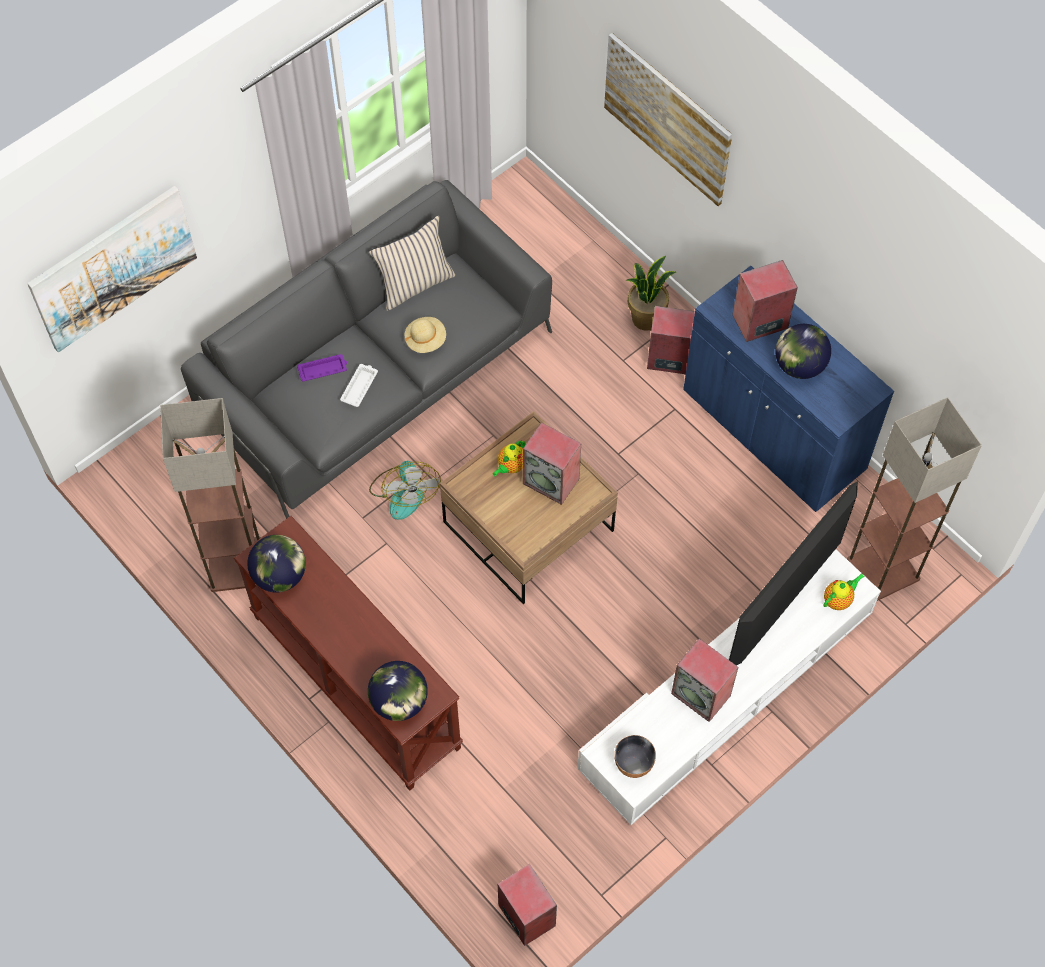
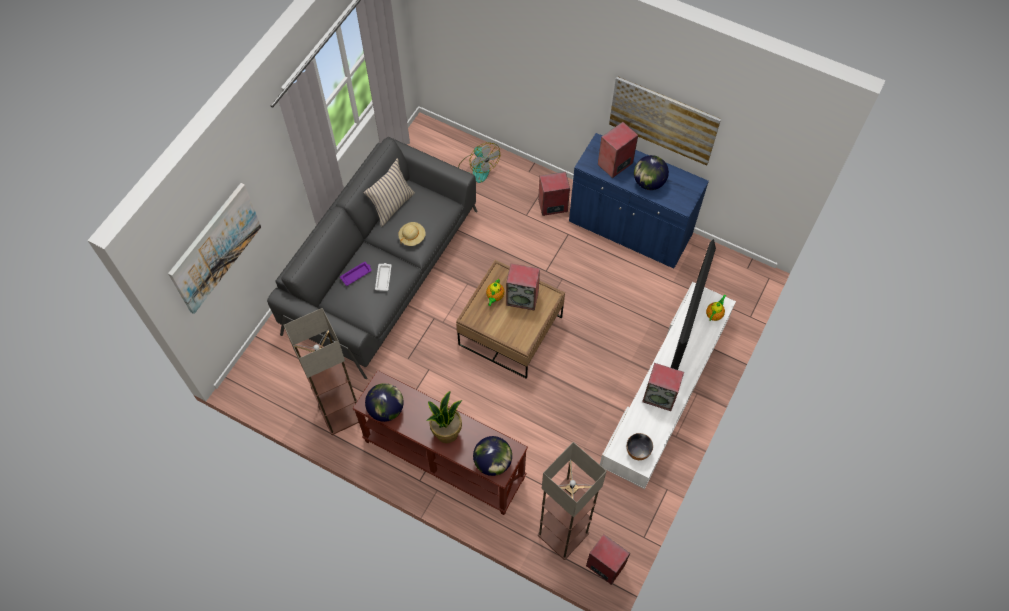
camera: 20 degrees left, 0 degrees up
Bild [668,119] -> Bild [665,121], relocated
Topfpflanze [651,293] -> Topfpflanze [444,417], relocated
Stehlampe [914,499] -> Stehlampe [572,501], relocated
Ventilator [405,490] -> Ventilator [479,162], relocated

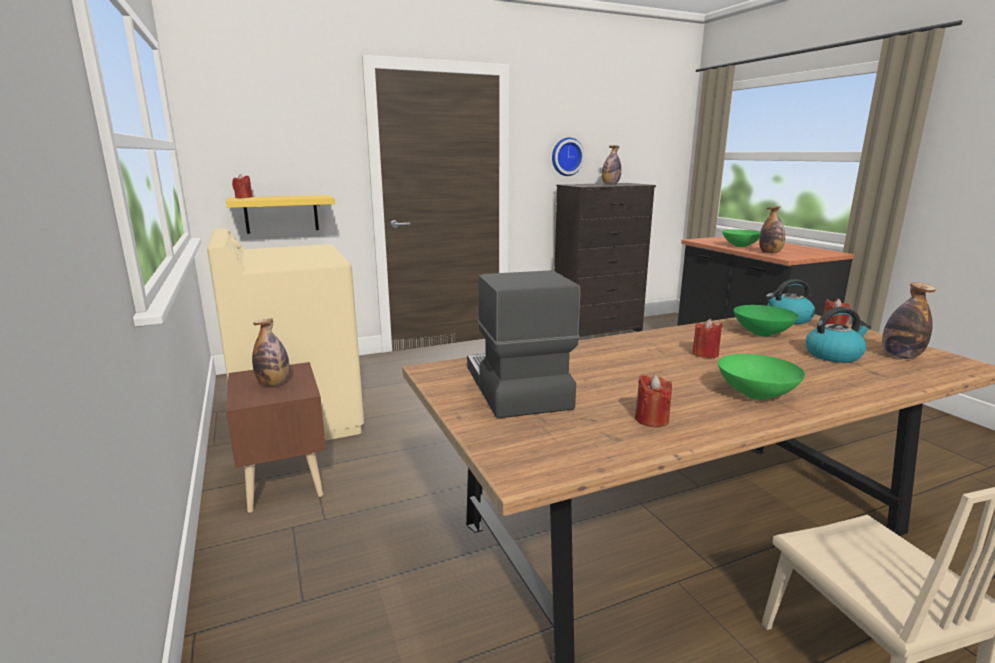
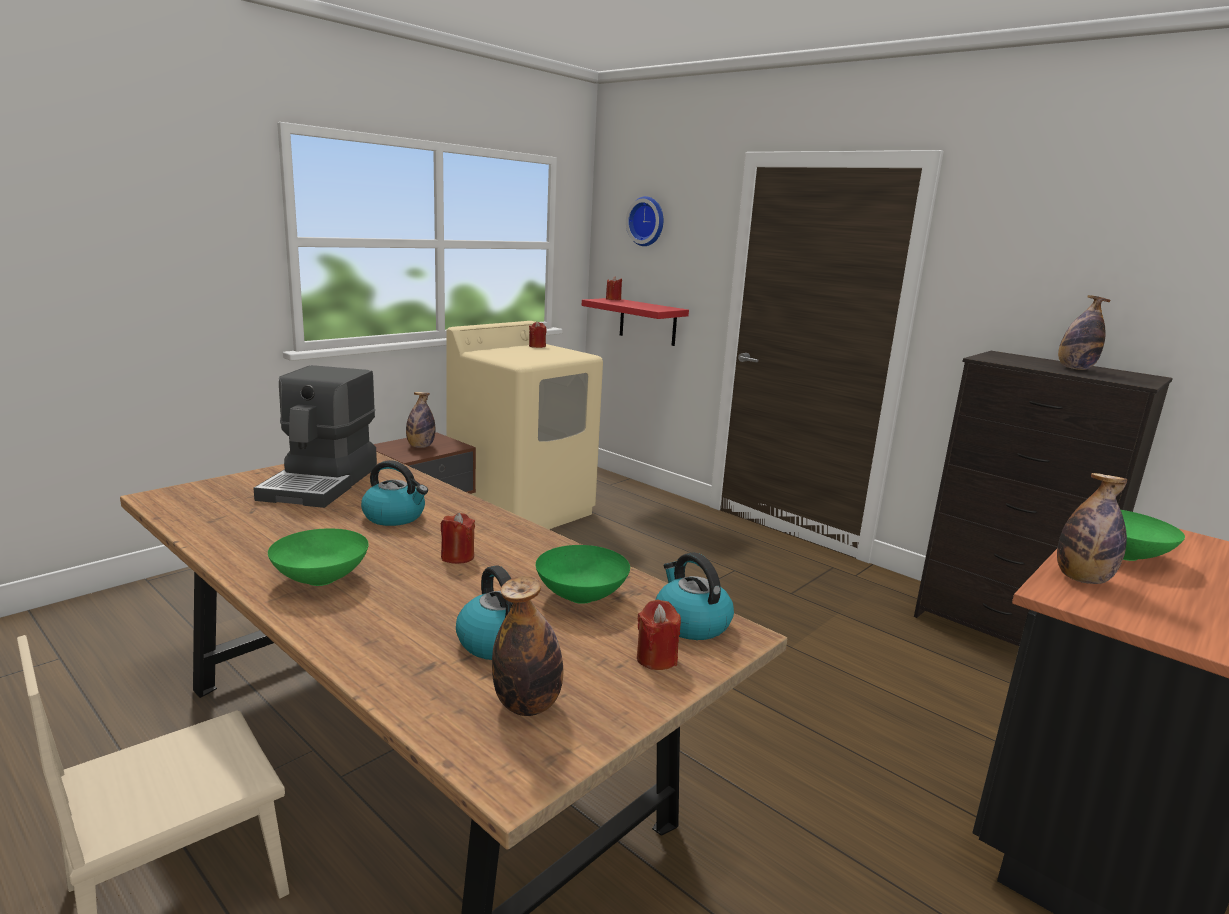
camera: 65 degrees right, 0 degrees up
Wanduhr [568,156] -> Wanduhr [644,221], relocated
Wandregal [gelb] [280,214] -> Wandregal [rot] [635,322]
Kaffeemaschine [523,344] -> Kaffeemaschine [315,436], 135 degrees clockwise
Kerze [rot] [653,401] -> Kerze [rot] [538,334], relocated
none -> Wasserkessel [394,493]

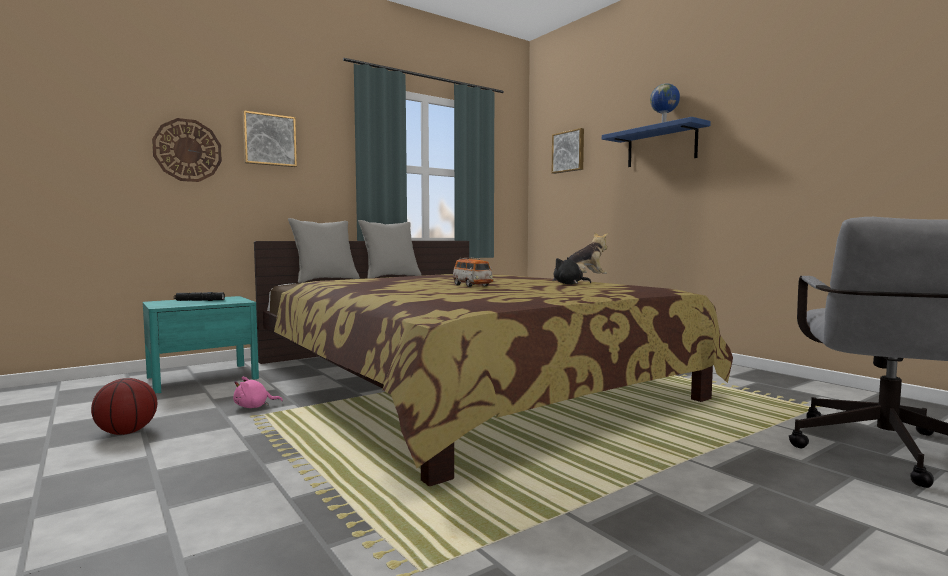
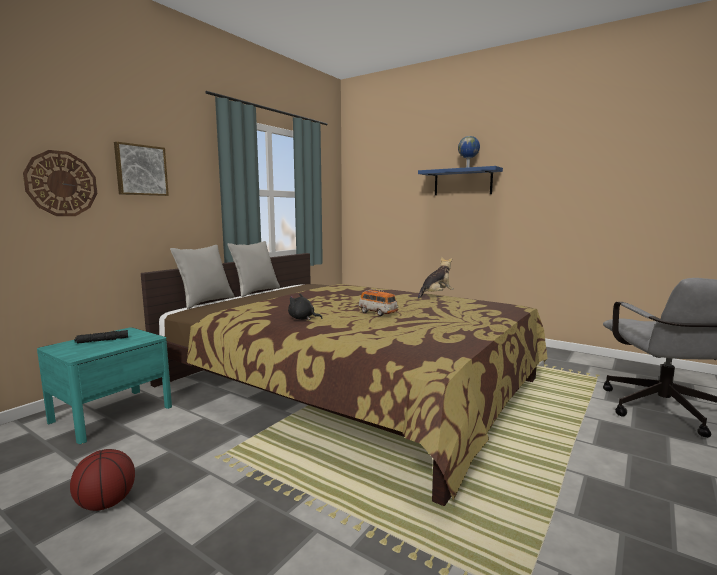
camera: 20 degrees left, 5 degrees up
Bild [568,151] -> none
Plüschtier [schwarz] [572,270] -> Plüschtier [schwarz] [305,307], relocated
Plüschtier [rosa] [258,392] -> none

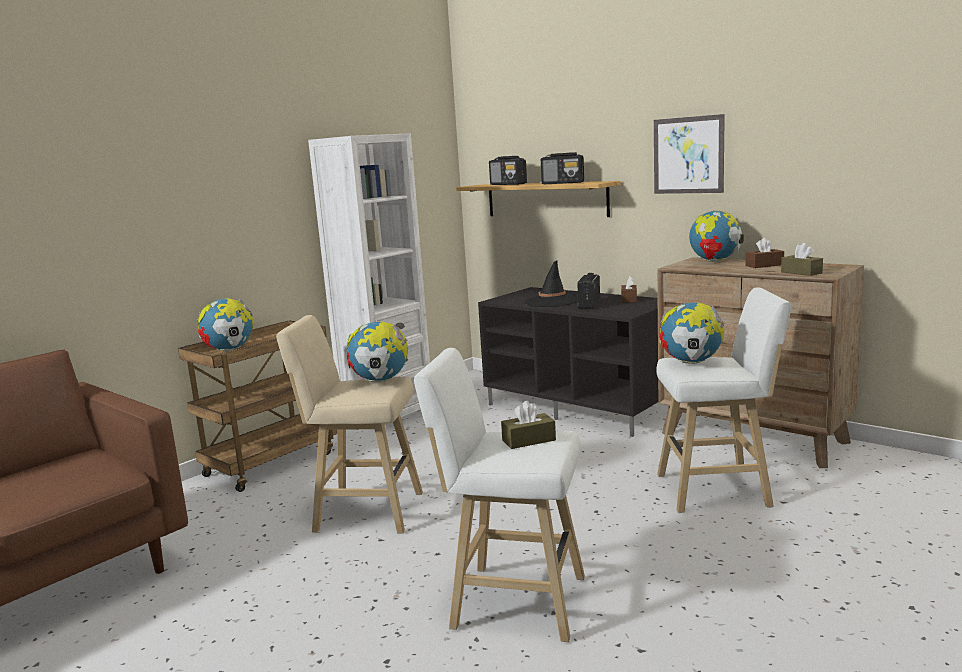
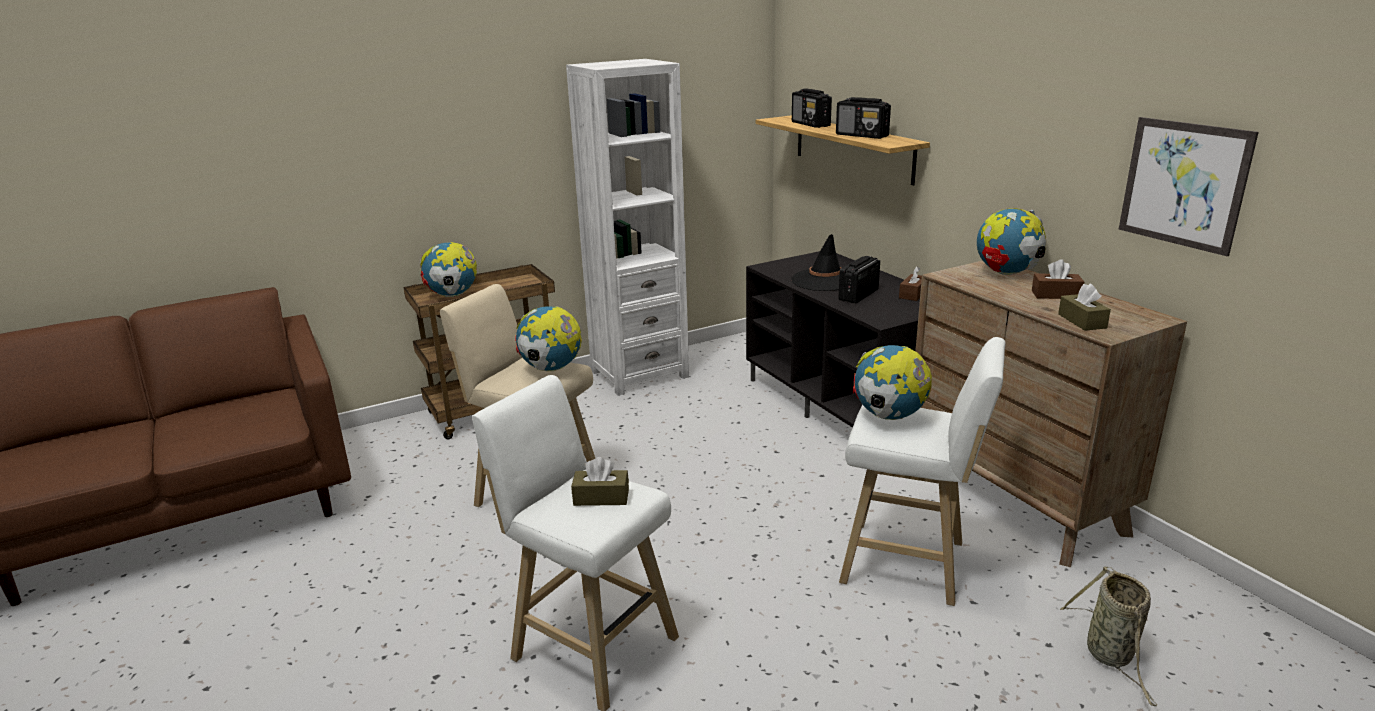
camera: 20 degrees right, 10 degrees up
Bild [689,154] -> Bild [1189,186], relocated
none -> Korb [1108,636]

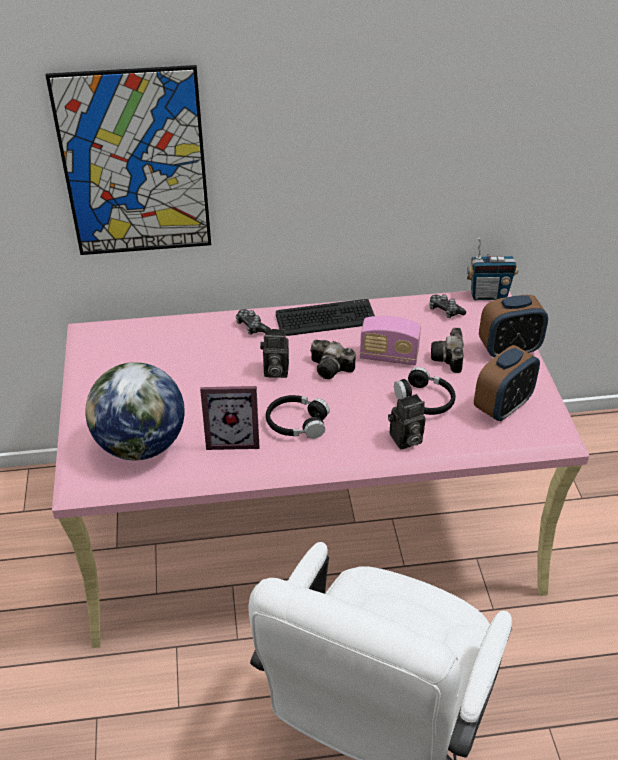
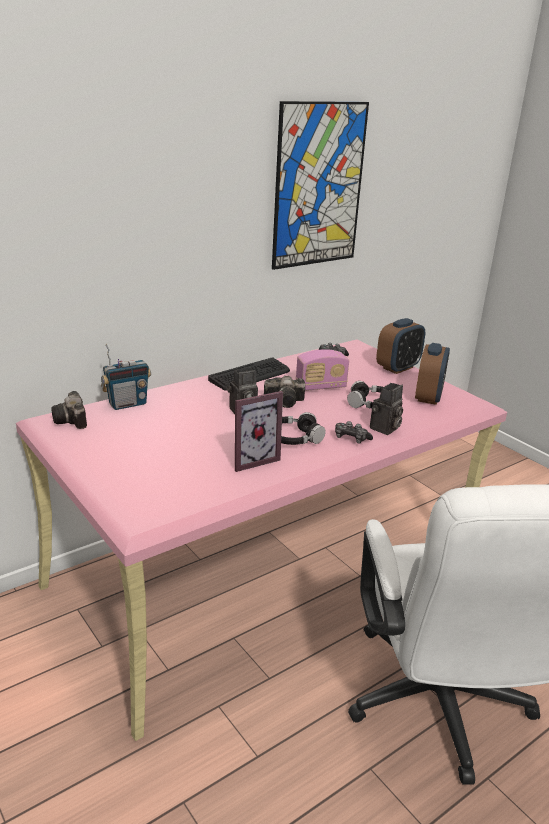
camera: 30 degrees left, 15 degrees down
Bild [128,160] -> Bild [320,185], relocated
Radio [493,269] -> Radio [126,377], relocated
Gamepad [253,322] -> Gamepad [354,432], relocated
Kamera [447,350] -> Kamera [69,410], relocated
Globus [135,411] -> none

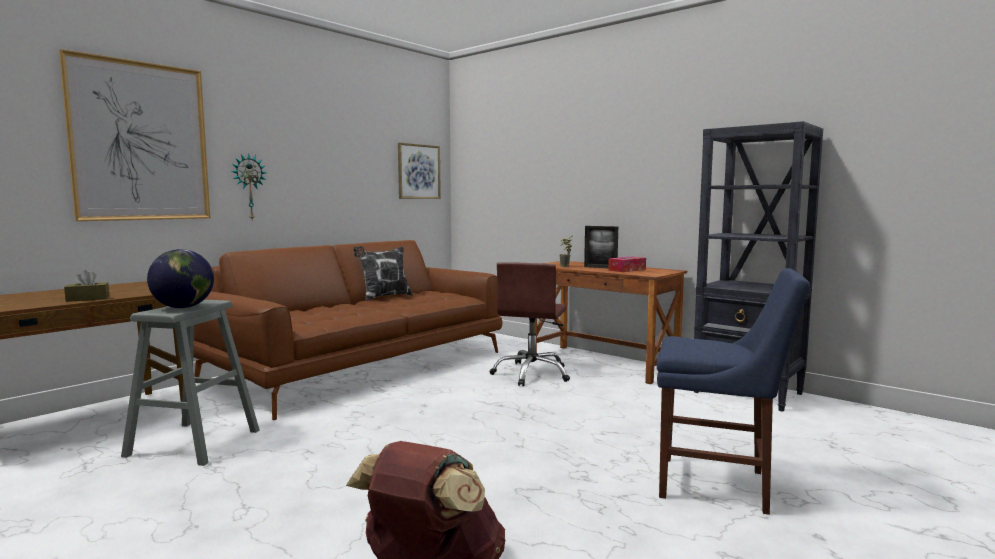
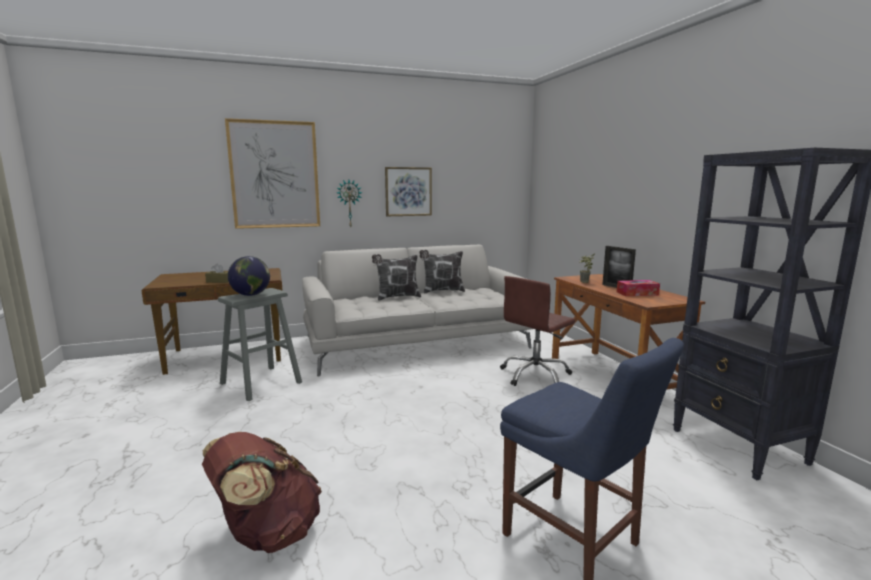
camera: 30 degrees right, 5 degrees up
Bild [419,171] -> Bild [408,191], relocated
Sofa [braun] [347,330] -> Sofa [weiß] [417,310]
none -> Kissen [396,277]

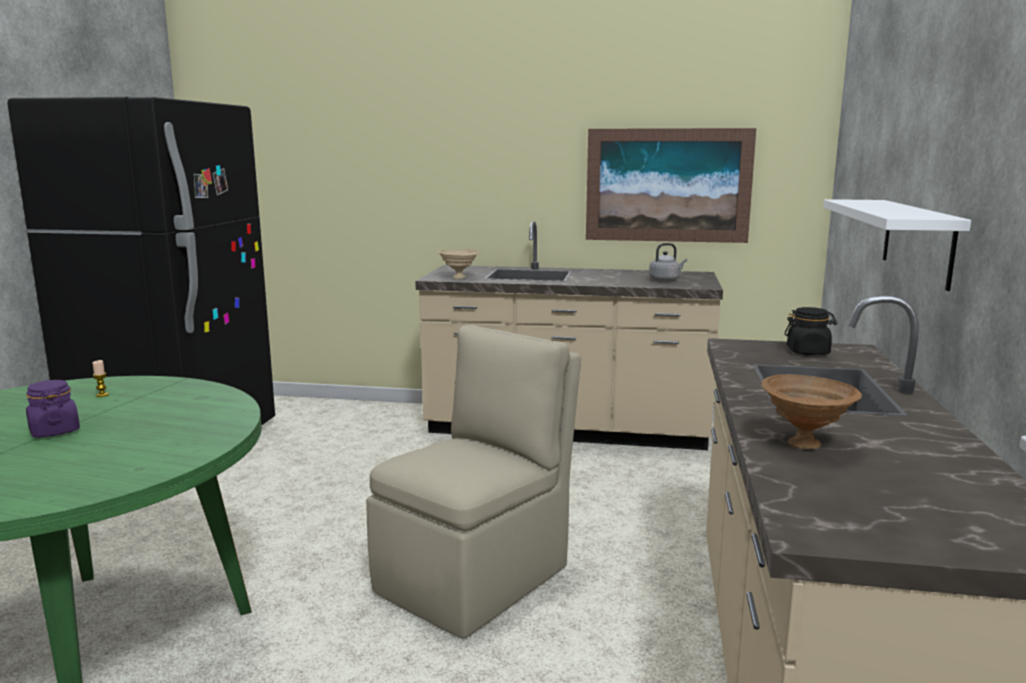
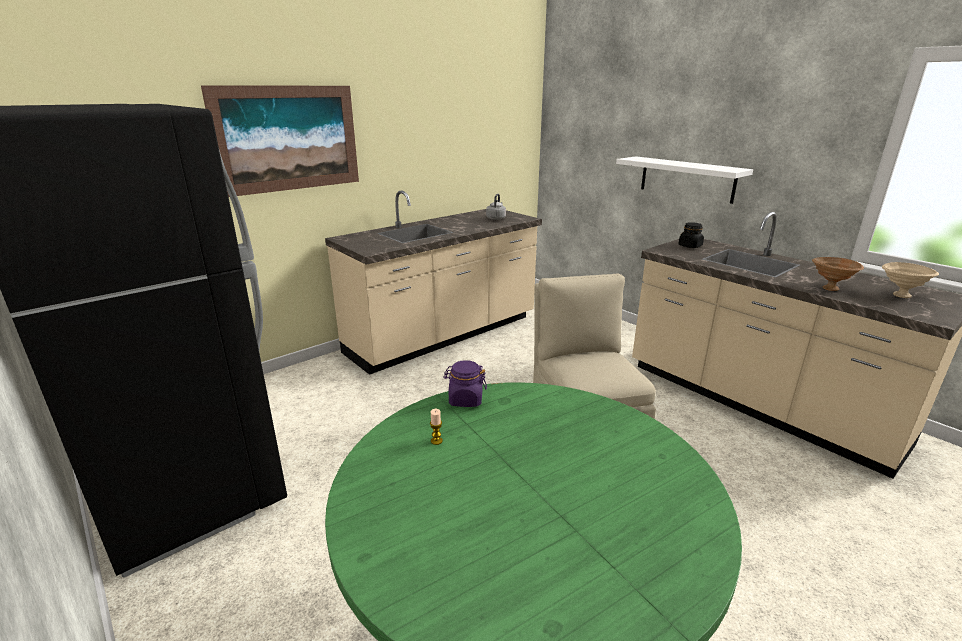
camera: 50 degrees left, 10 degrees up
Bild [671,185] -> Bild [280,141], relocated
Schüssel [beige] [459,264] -> Schüssel [beige] [910,280], relocated
Vorratsglas [lila] [53,409] -> Vorratsglas [lila] [465,383], relocated

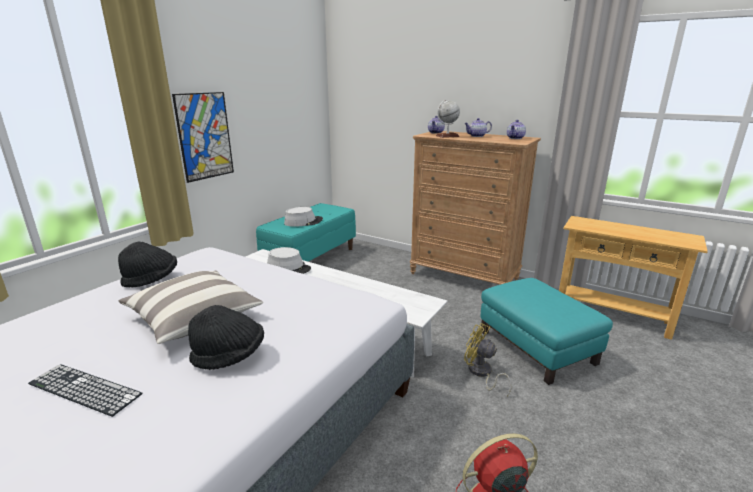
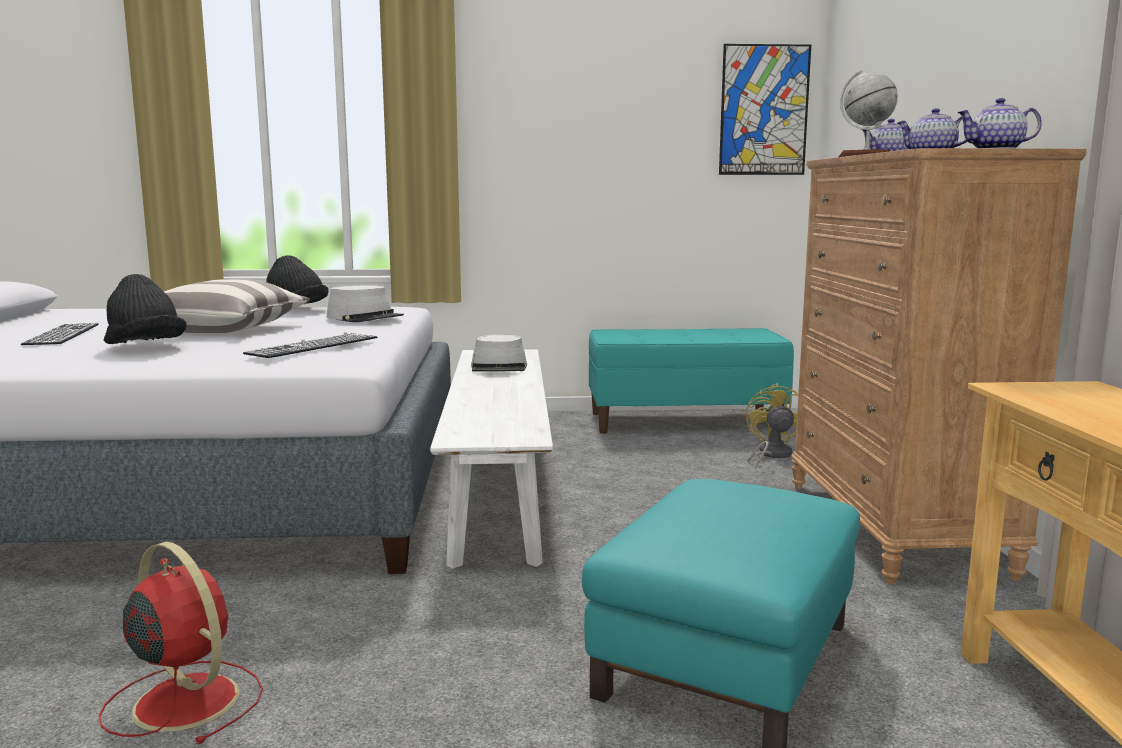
camera: 55 degrees right, 10 degrees down
Bild [203,137] -> Bild [765,109], relocated
Hut [grau] [303,217] -> Hut [grau] [365,303], relocated
Ventilator [gelb] [488,359] -> Ventilator [gelb] [772,426], relocated
none -> Tastatur [310,345]

